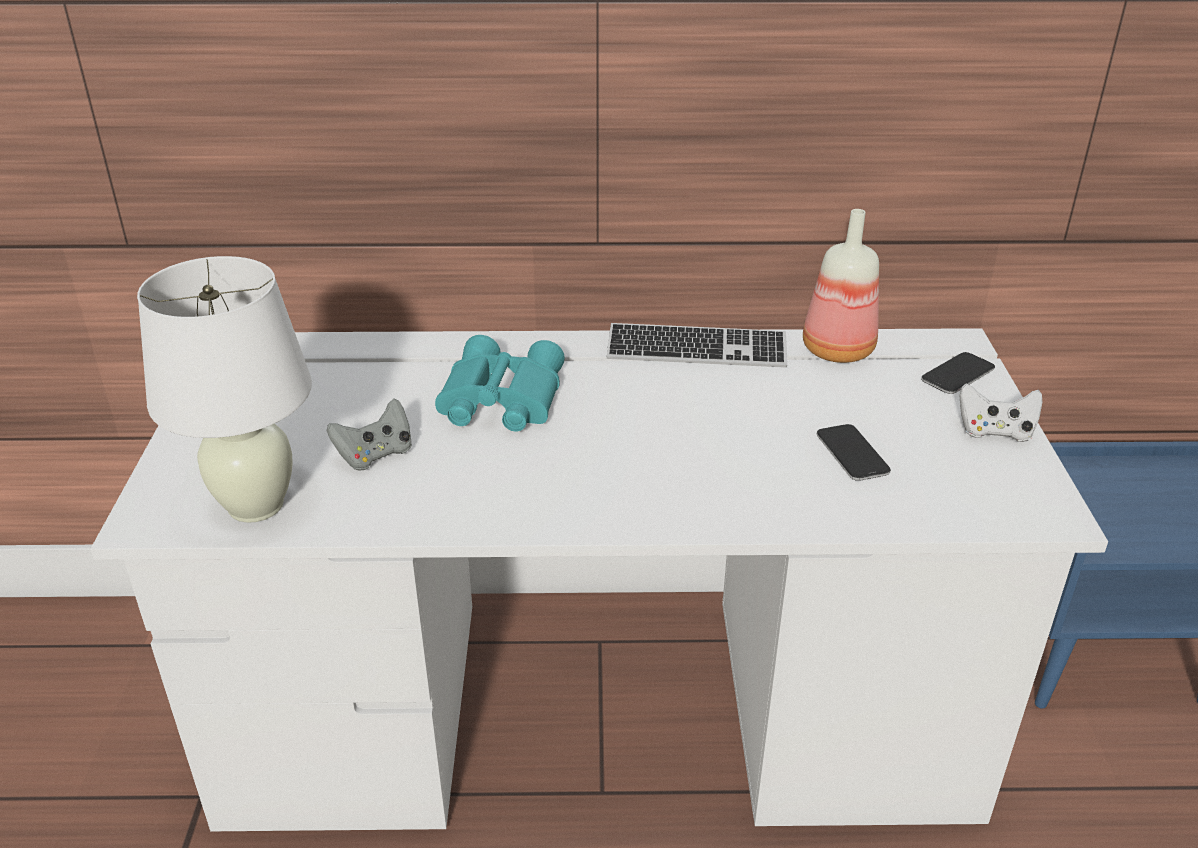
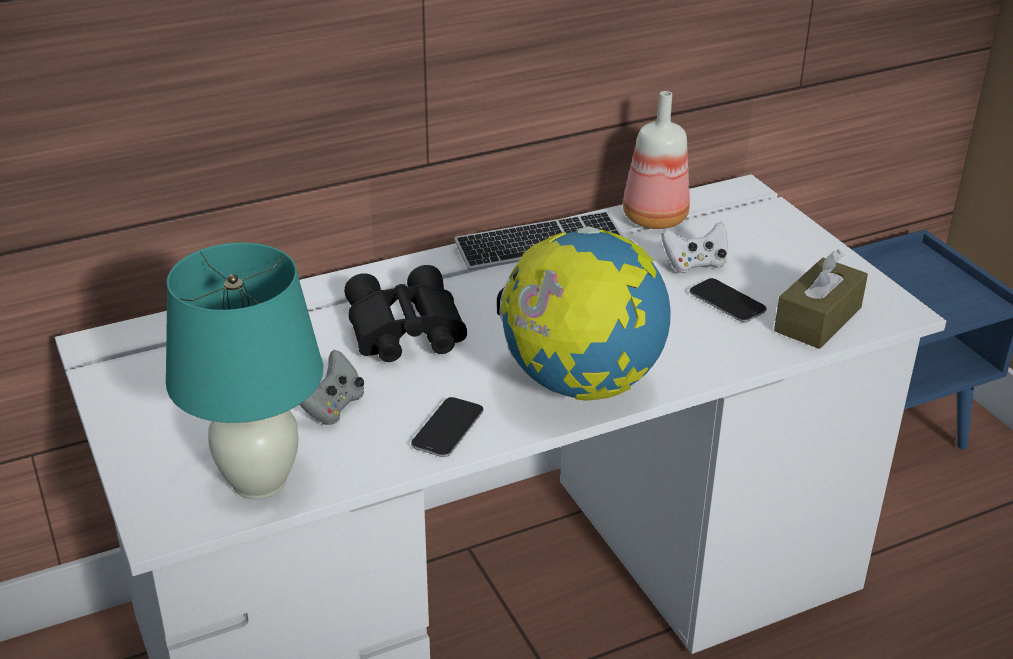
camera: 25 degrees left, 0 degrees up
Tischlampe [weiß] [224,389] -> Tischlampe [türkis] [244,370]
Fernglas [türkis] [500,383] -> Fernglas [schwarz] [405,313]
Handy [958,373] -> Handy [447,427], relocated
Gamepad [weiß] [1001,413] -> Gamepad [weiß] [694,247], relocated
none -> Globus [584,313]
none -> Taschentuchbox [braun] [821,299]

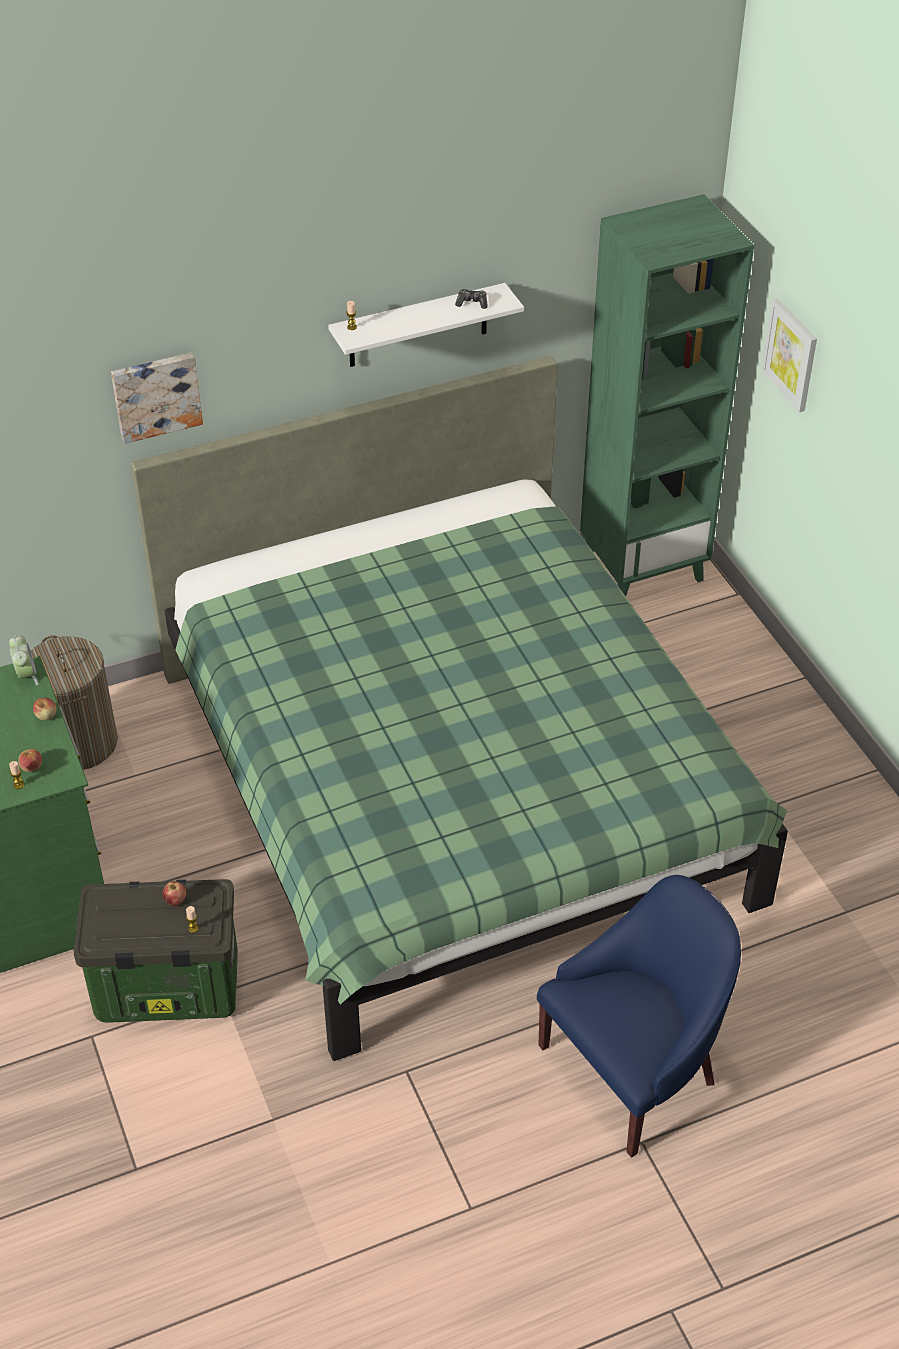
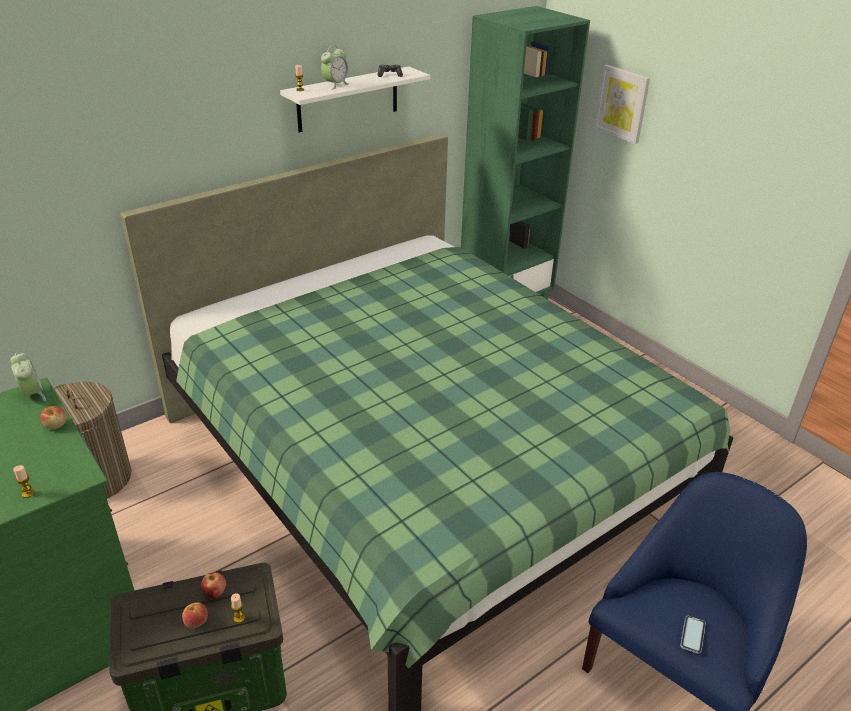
camera: 15 degrees left, 10 degrees down
Bild [157,398] -> none
Apfel [30,760] -> Apfel [195,615], relocated
none -> Wecker [335,67]
none -> Handy [693,635]

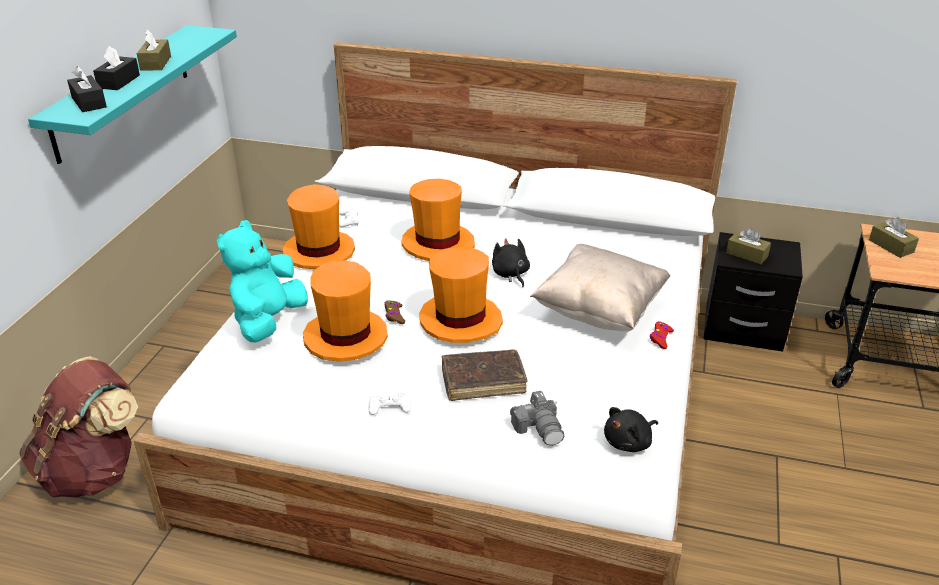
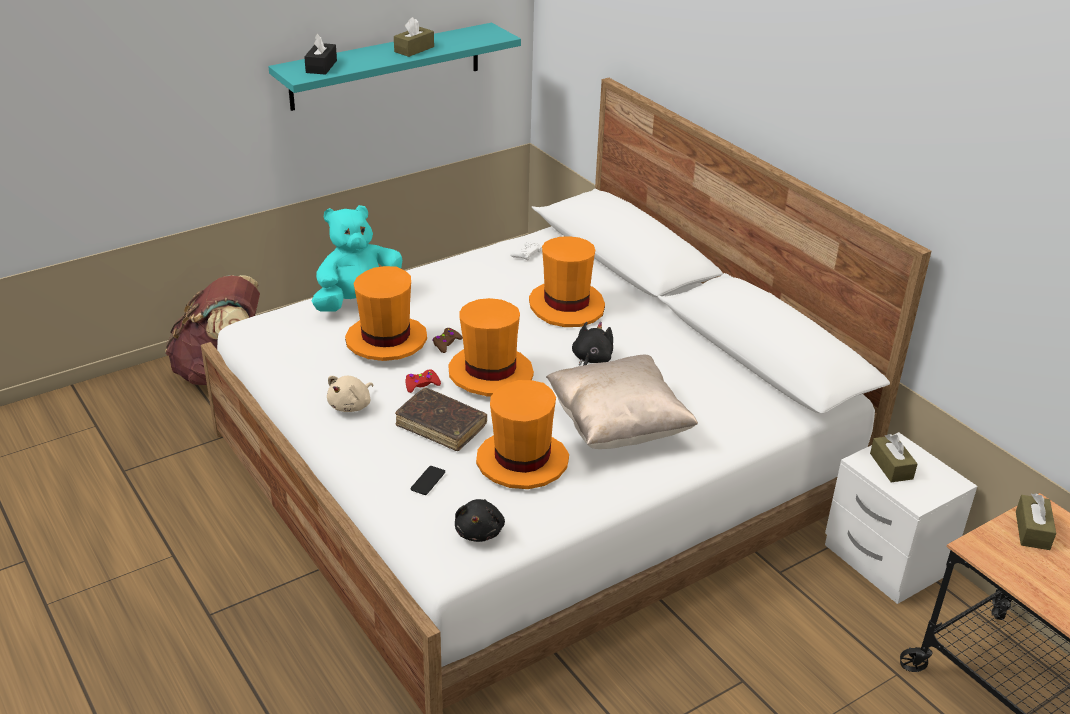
camera: 40 degrees right, 0 degrees up
Taschentuchbox [schwarz] [116,68] -> none
Hut [orange] [318,226] -> Hut [orange] [522,434], relocated
Nachttisch [schwarz] [753,292] -> Nachttisch [weiß] [901,518]
Gamepad [rot] [662,335] -> Gamepad [rot] [423,381], relocated
Gamepad [weiß] [389,403] -> Plüschtier [beige] [350,394]
Kamera [537,418] -> Handy [428,480]
Plüschtier [schwarz] [631,429] -> Plüschtier [schwarz] [480,520], 90 degrees counterclockwise

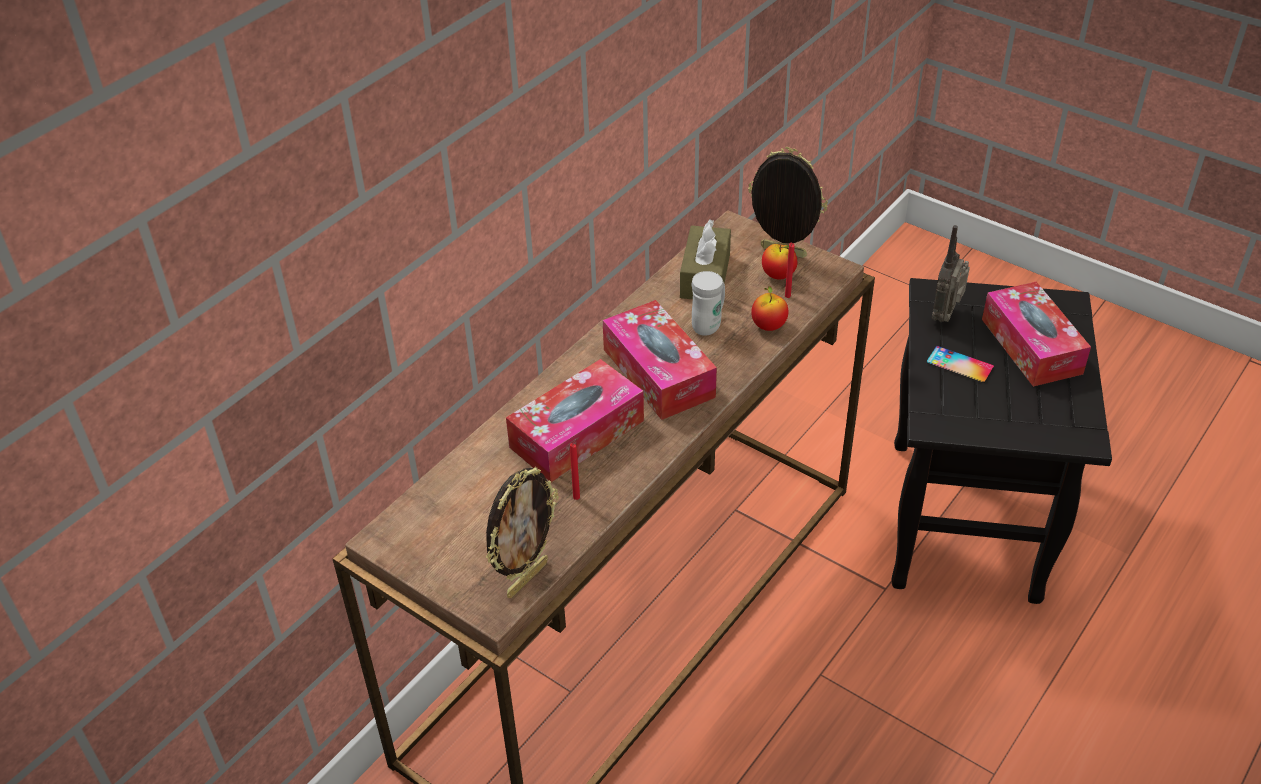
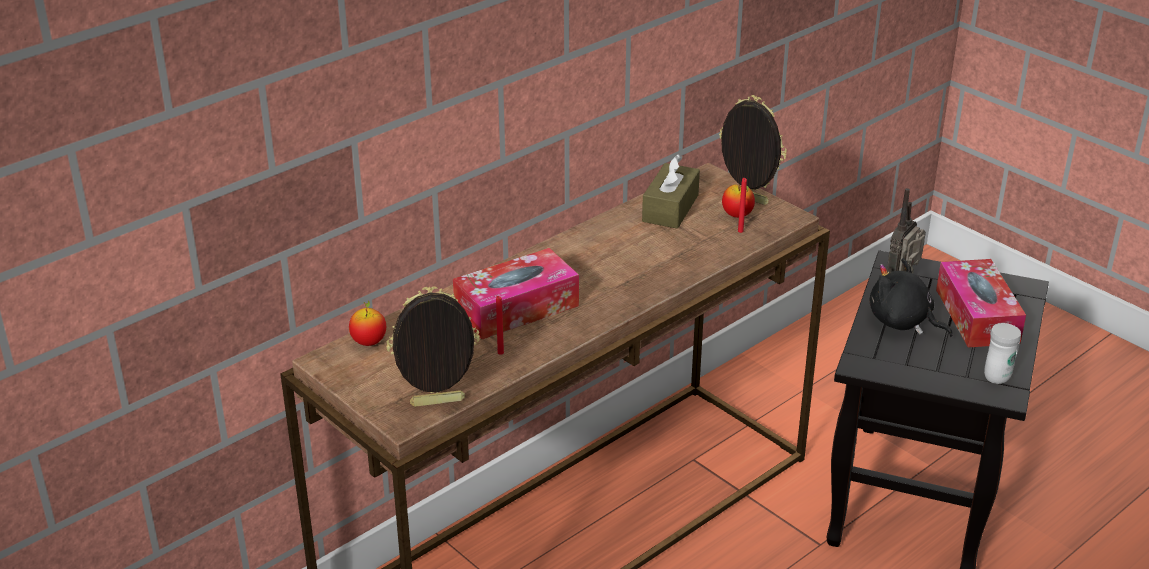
camera: 10 degrees right, 10 degrees down
Henkelbecher [weiß] [708,303] -> Henkelbecher [weiß] [1002,353], relocated
Apfel [770,308] -> Apfel [367,323], relocated
Taschentuchbox [660,360] -> none
Handy [960,364] -> Plüschtier [schwarz] [911,297]
Bilderrahmen [522,532] -> Bilderrahmen [433,346], 150 degrees counterclockwise

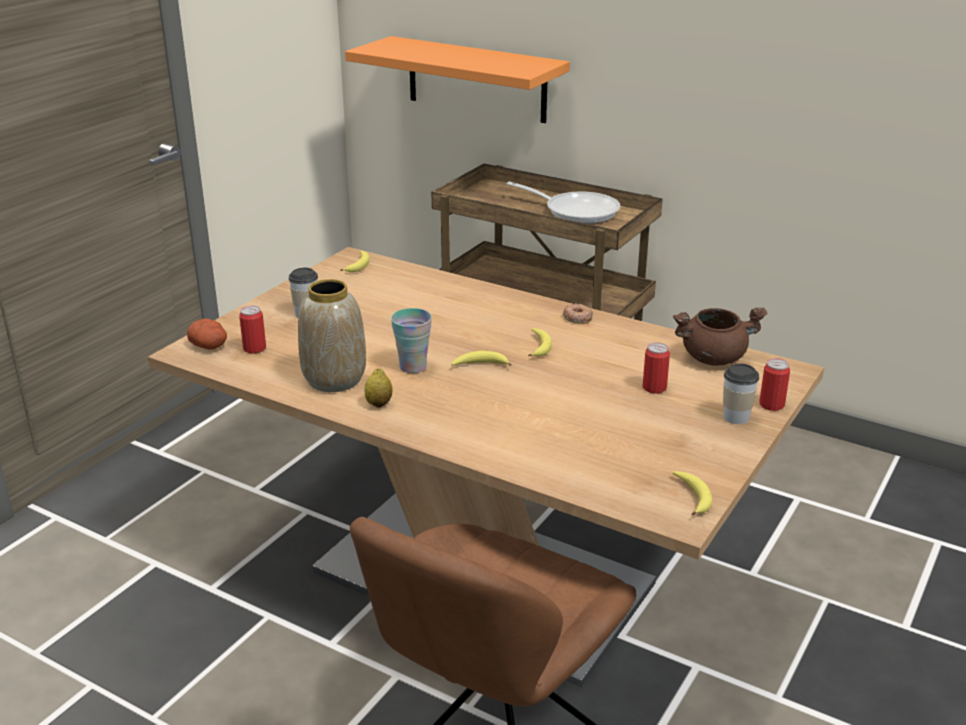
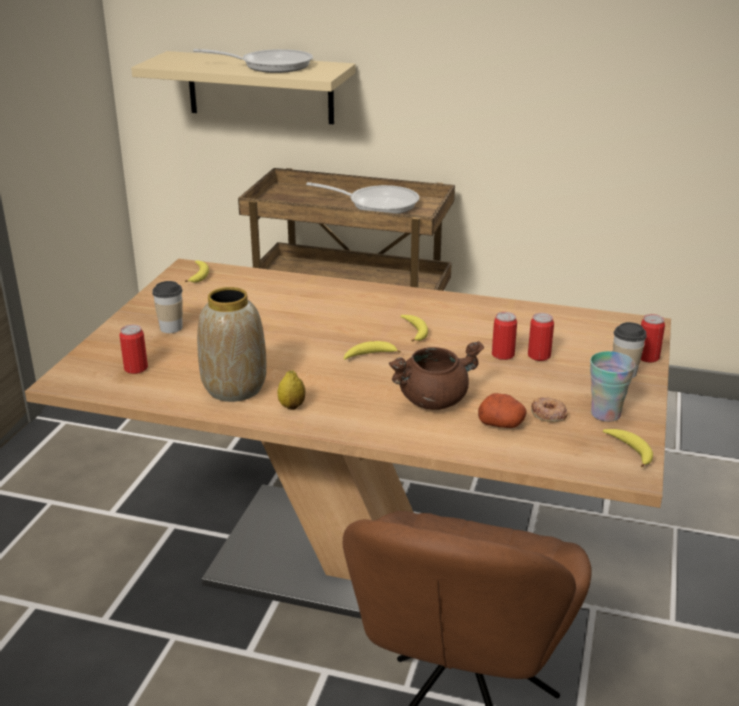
camera: 15 degrees left, 0 degrees up
Wandregal [orange] [457,79] -> Wandregal [beige] [243,87]
Donut [578,313] -> Donut [549,409], relocated
Kochtopf [braun] [720,336] -> Kochtopf [braun] [436,375], relocated
Tasse [411,340] -> Tasse [612,386], relocated
Kartoffel [207,334] -> Kartoffel [502,410], relocated
none -> Pfanne [253,61]
none -> Dose [504,336]

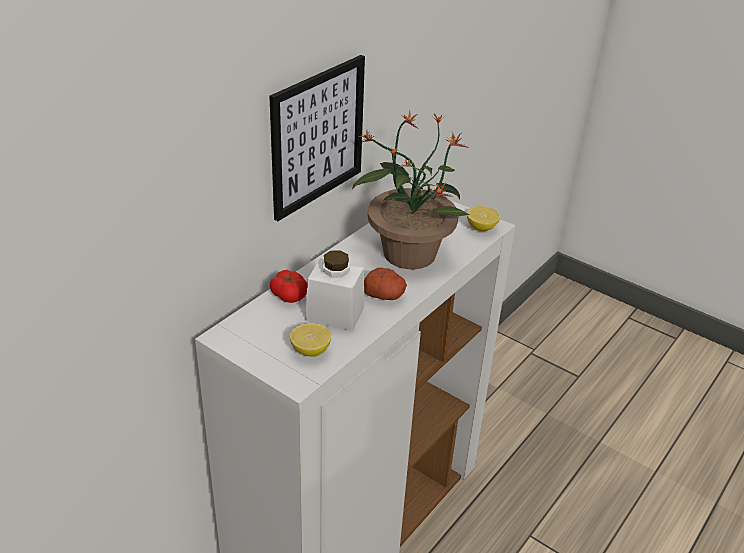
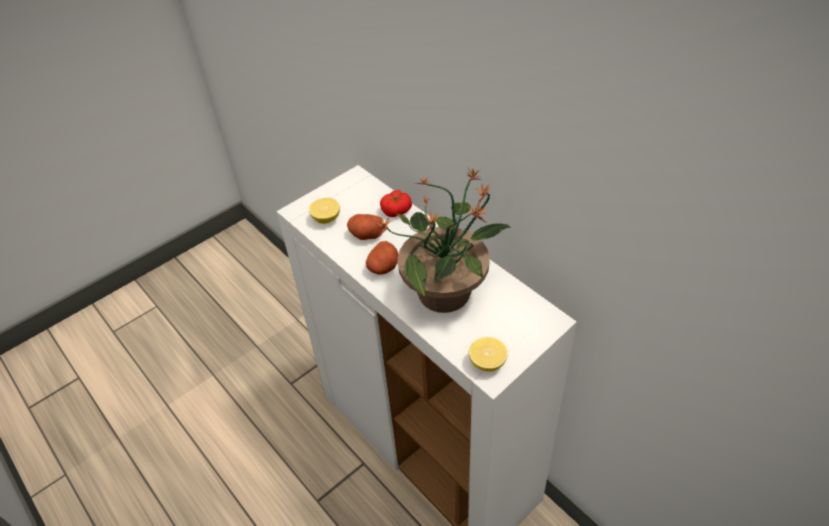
camera: 105 degrees right, 10 degrees up
Bild [317,138] -> none
Vorratsglas [weiß] [334,290] -> Kartoffel [365,227]

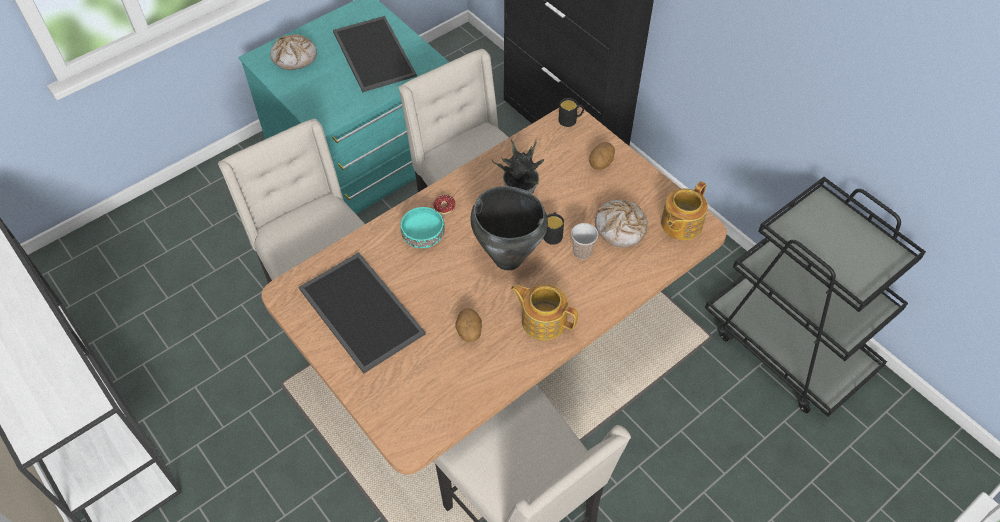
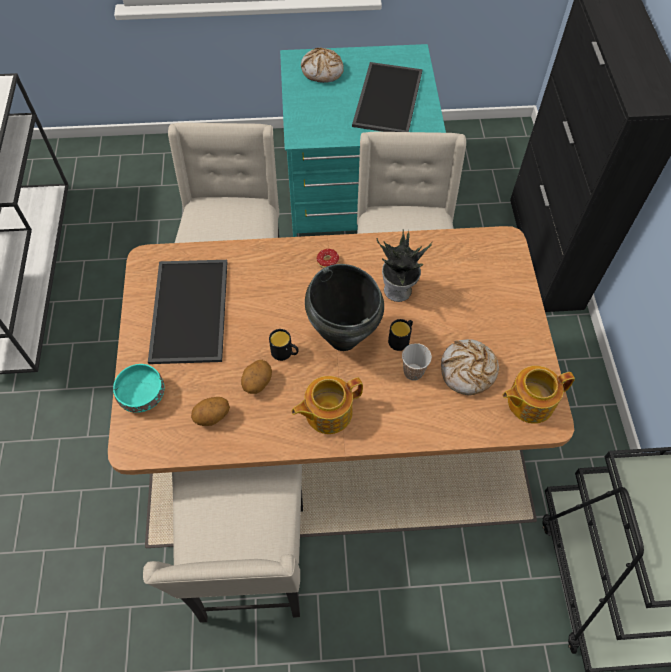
camera: 35 degrees right, 5 degrees up
Henkelbecher [schwarz] [571,112] -> Henkelbecher [schwarz] [284,345], relocated
Kartoffel [602,156] -> Kartoffel [210,411], relocated
Schüssel [türkis] [423,227] -> Schüssel [türkis] [139,388], relocated
Teekanne [544,312] -> Teekanne [327,405], 90 degrees counterclockwise

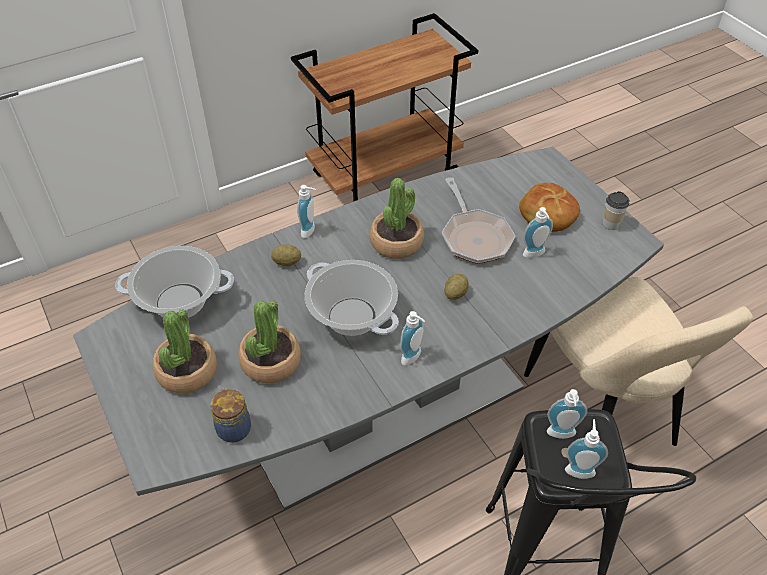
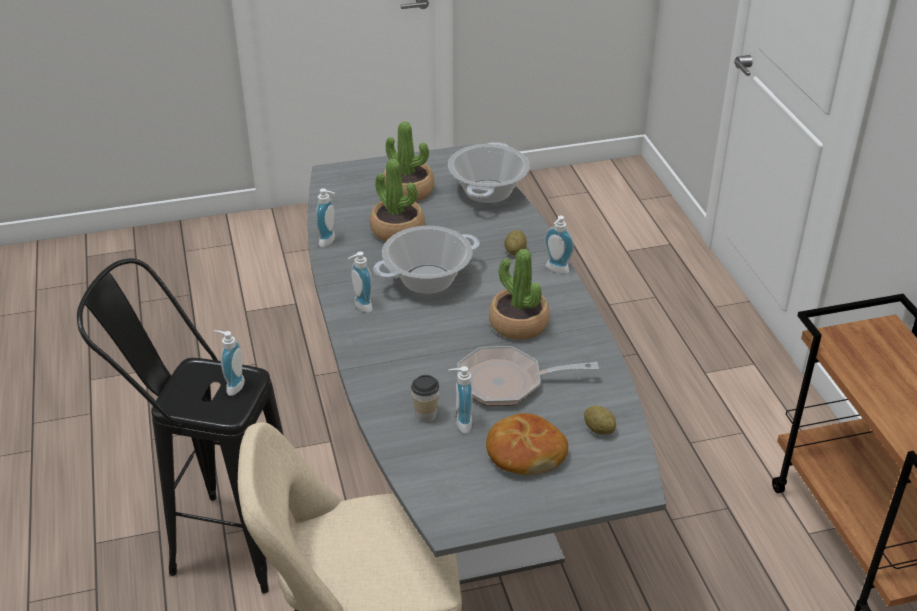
camera: 105 degrees right, 10 degrees down
Tasse [616,210] -> Tasse [425,399], relocated
Kartoffel [456,287] -> Kartoffel [600,420], relocated
Vorratsglas [230,415] -> none
Seifenspender [586,449] -> Seifenspender [325,217], relocated

